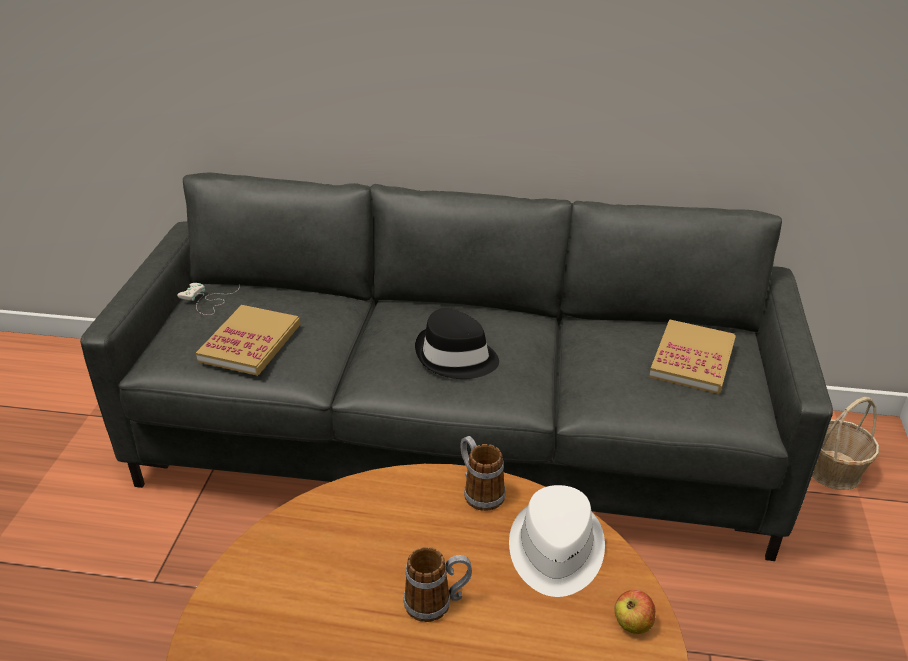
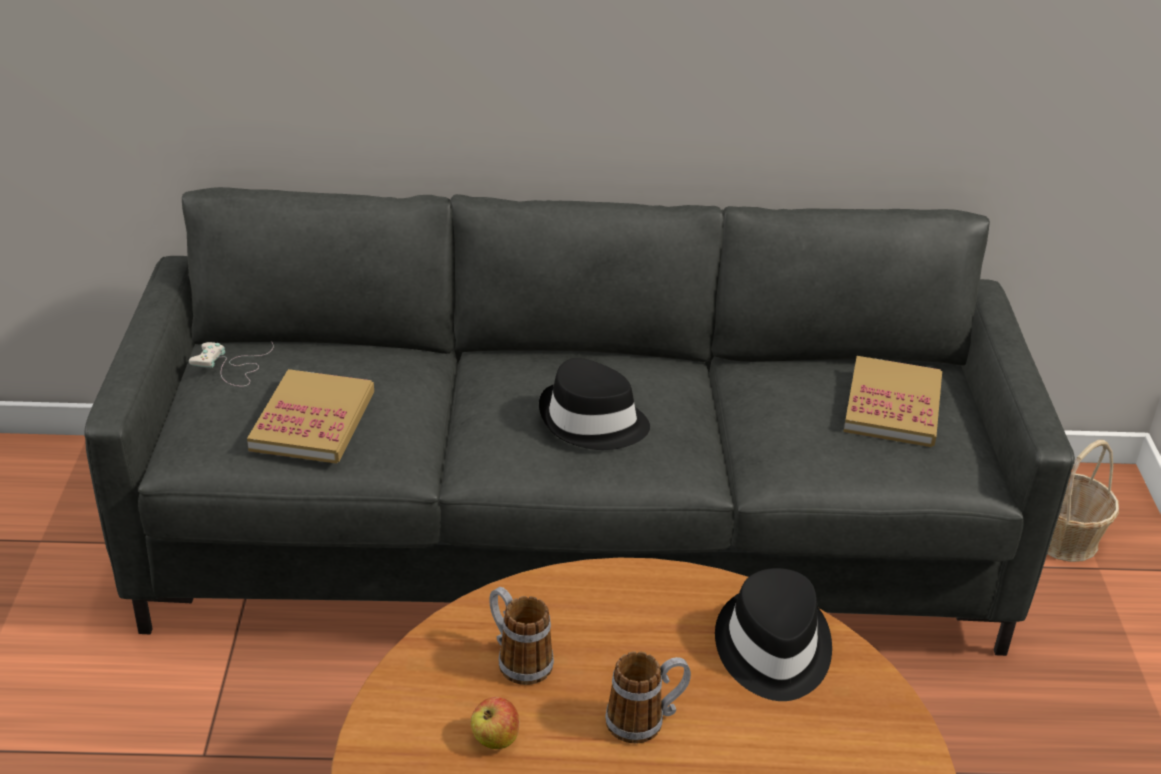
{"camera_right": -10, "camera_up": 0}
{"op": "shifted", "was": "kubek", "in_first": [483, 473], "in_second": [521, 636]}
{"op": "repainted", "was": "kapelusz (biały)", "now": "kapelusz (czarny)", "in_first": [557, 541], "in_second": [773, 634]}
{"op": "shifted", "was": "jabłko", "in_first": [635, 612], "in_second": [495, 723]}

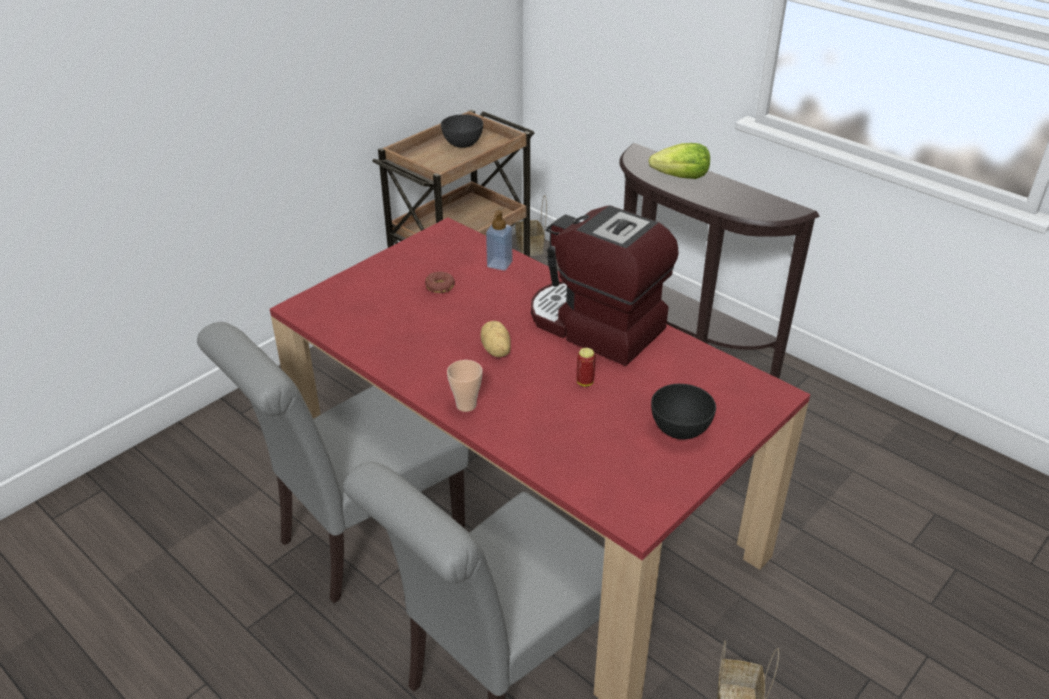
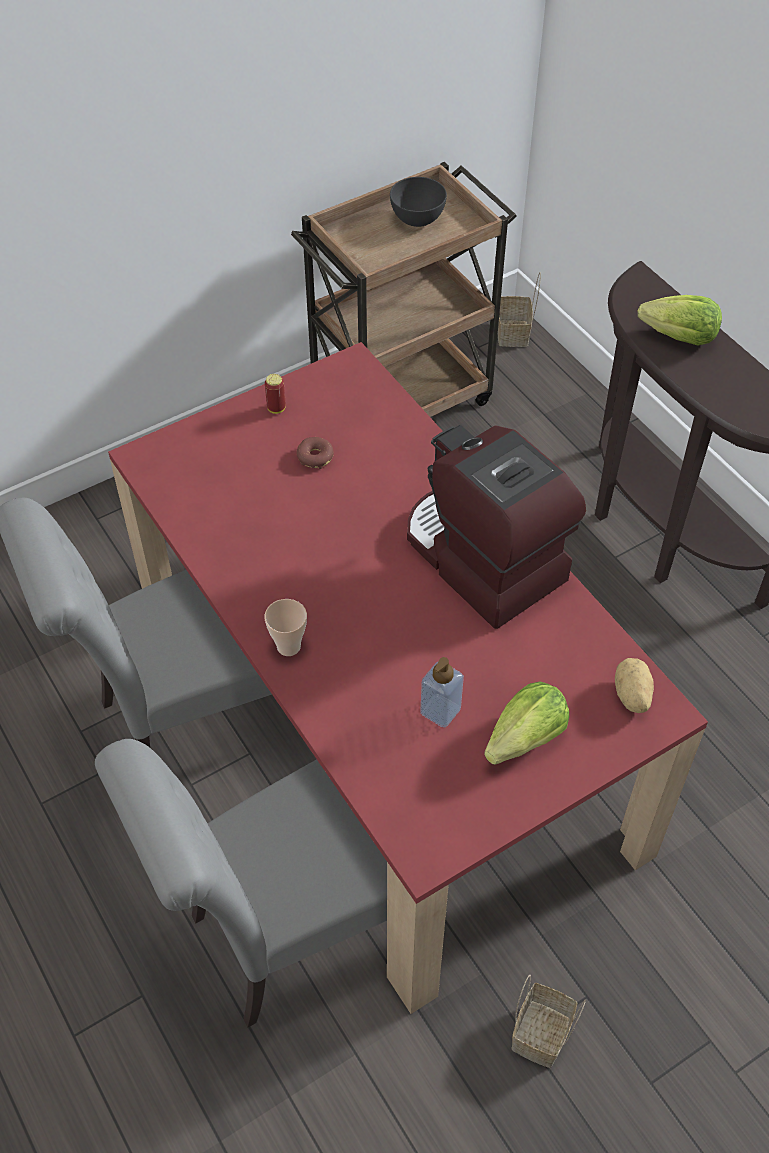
{"camera_right": 15, "camera_up": 15}
{"op": "shifted", "was": "ziemniak", "in_first": [495, 339], "in_second": [634, 685]}
{"op": "shifted", "was": "dozownik mydła", "in_first": [499, 240], "in_second": [442, 692]}
{"op": "shifted", "was": "puszka", "in_first": [586, 367], "in_second": [275, 394]}
{"op": "swapped", "was": "miska (czarny)", "now": "sałata", "in_first": [683, 411], "in_second": [526, 723]}

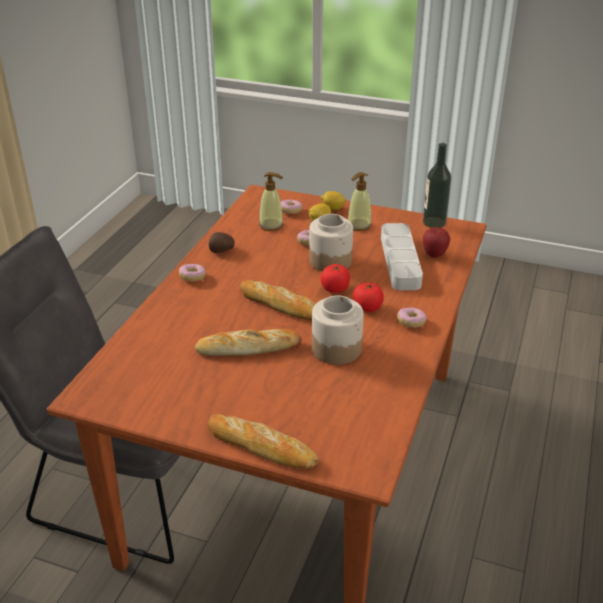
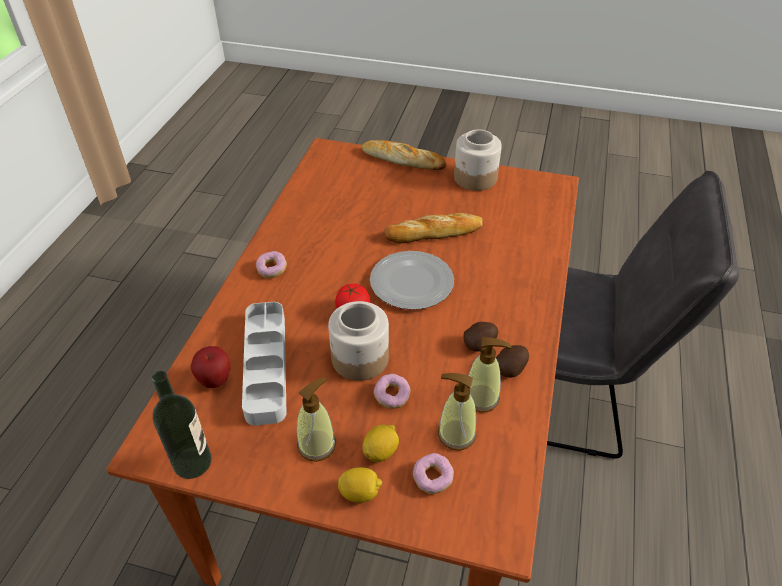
{"camera_right": 175, "camera_up": 10}
{"op": "gone", "was": "donut", "in_first": [192, 273]}
{"op": "swapped", "was": "chleb", "now": "talerz", "in_first": [278, 300], "in_second": [412, 280]}
{"op": "shifted", "was": "słoik", "in_first": [338, 330], "in_second": [478, 160]}
{"op": "gone", "was": "pomidor", "in_first": [368, 297]}
{"op": "new", "now": "ziemniak", "in_second": [480, 337]}
{"op": "new", "now": "dozownik mydła", "in_second": [489, 374]}

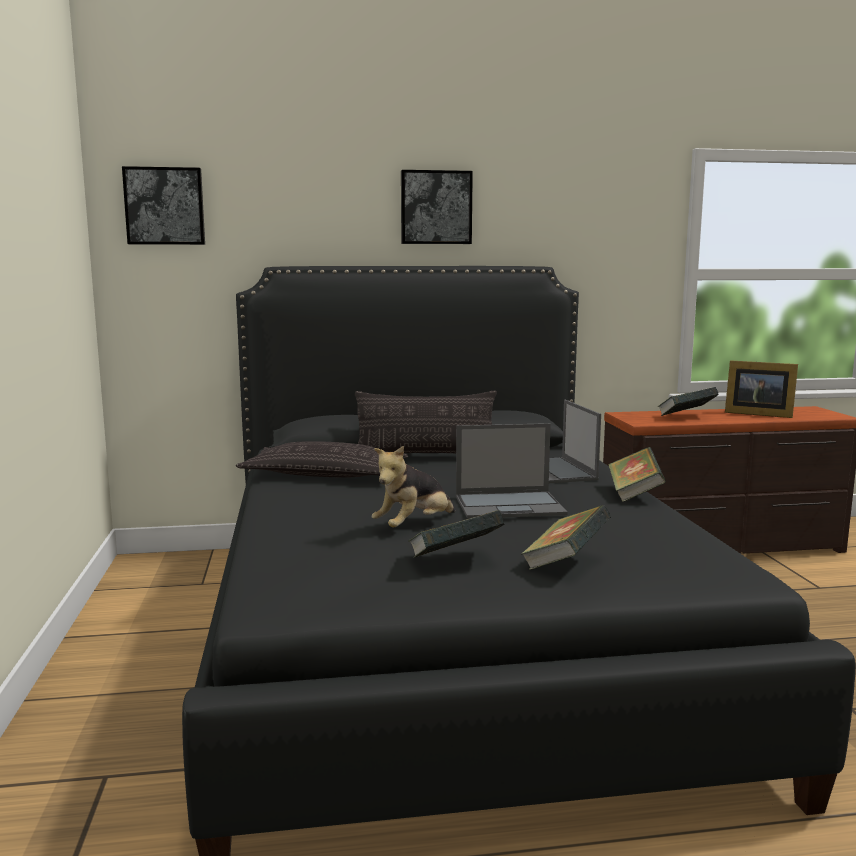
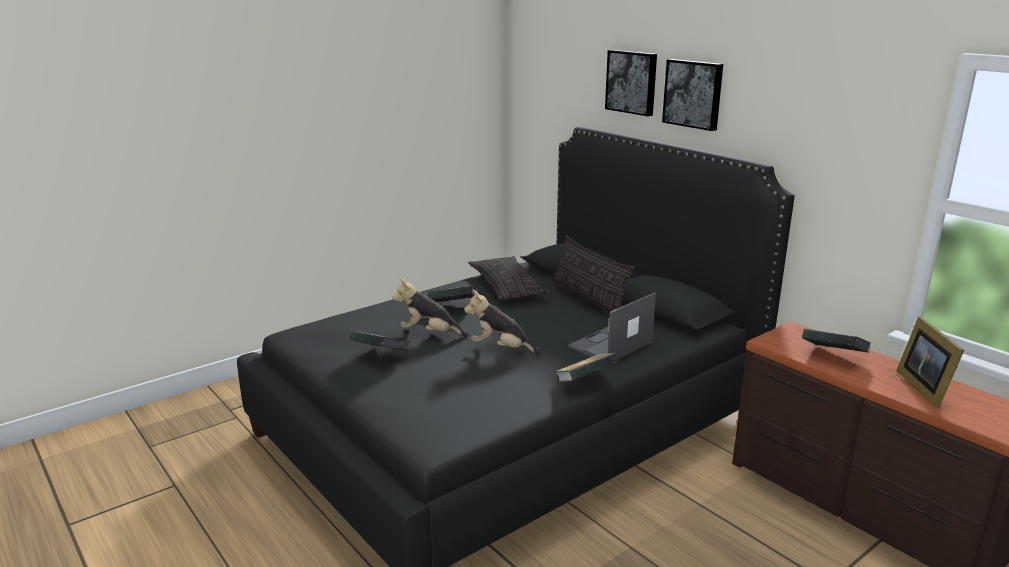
{"camera_right": 60, "camera_up": 10}
{"op": "shifted", "was": "obraz", "in_first": [163, 205], "in_second": [631, 83]}
{"op": "swapped", "was": "laptop", "now": "pluszak", "in_first": [512, 471], "in_second": [503, 322]}
{"op": "shifted", "was": "książka", "in_first": [566, 537], "in_second": [453, 294]}

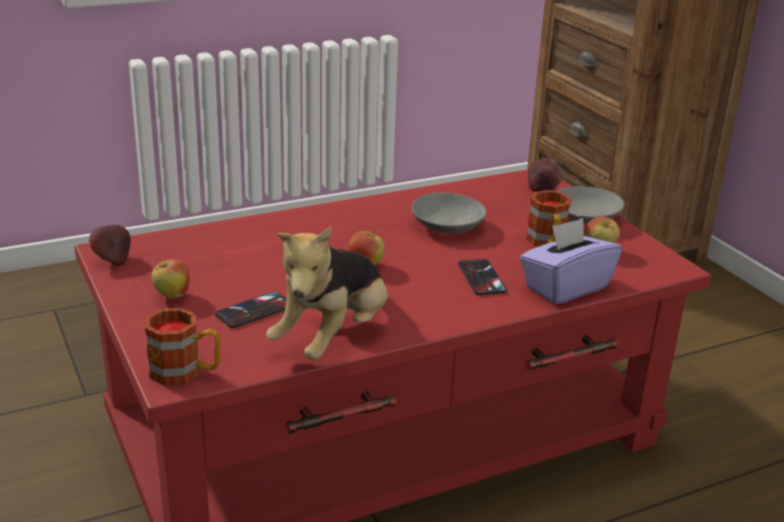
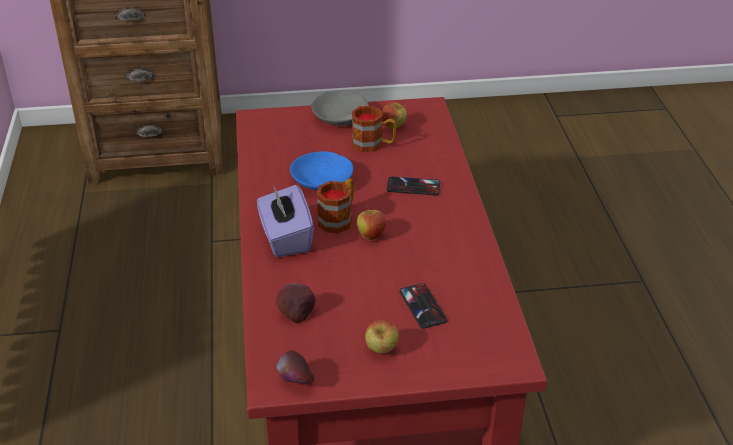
{"camera_right": -70, "camera_up": 10}
{"op": "shifted", "was": "kubek", "in_first": [183, 347], "in_second": [335, 206]}
{"op": "gone", "was": "pluszak", "in_first": [327, 293]}
{"op": "repainted", "was": "miska (szary)", "now": "miska (niebieski)", "in_first": [448, 212], "in_second": [321, 170]}
{"op": "shifted", "was": "pudełko chusteczek (fioletowy)", "in_first": [571, 261], "in_second": [285, 221]}
{"op": "shifted", "was": "jabłko", "in_first": [545, 175], "in_second": [296, 303]}

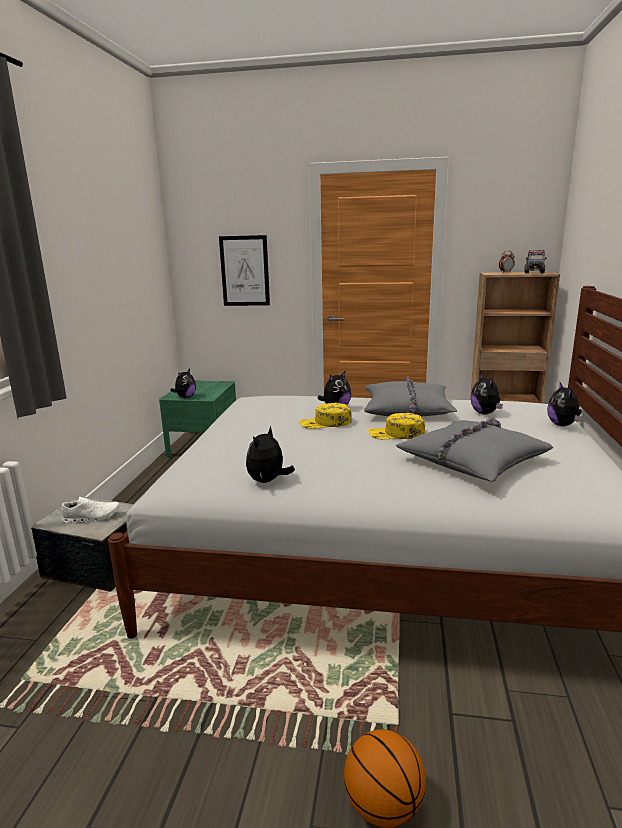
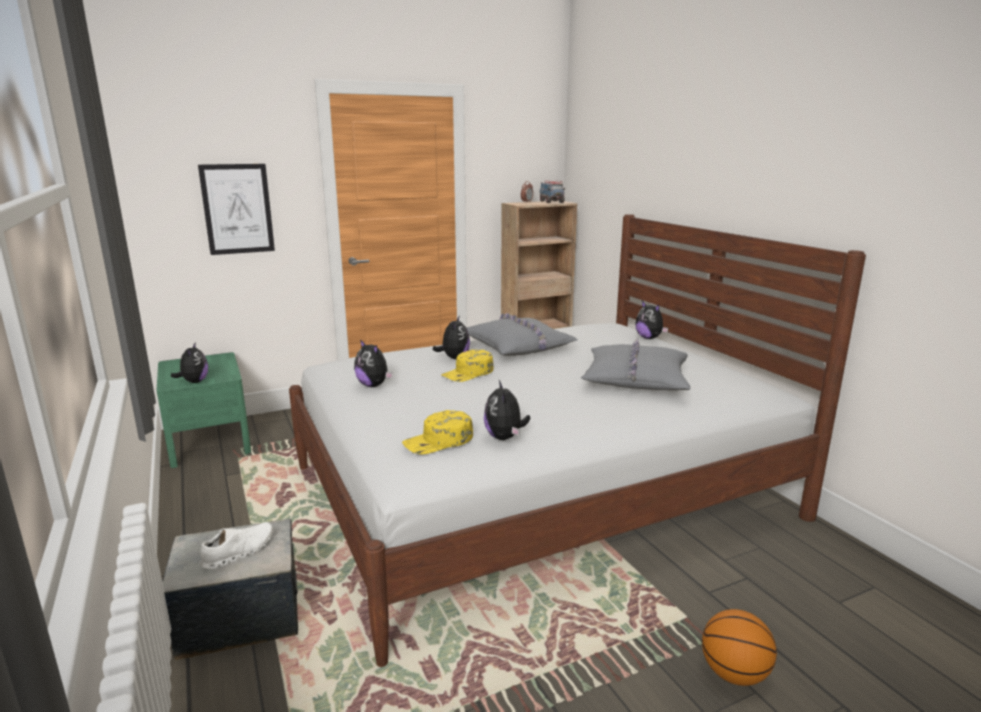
{"camera_right": -35, "camera_up": 0}
{"op": "shifted", "was": "czapka z daszkiem (żółty)", "in_first": [396, 426], "in_second": [437, 432]}
{"op": "shifted", "was": "pluszak", "in_first": [487, 393], "in_second": [373, 363]}

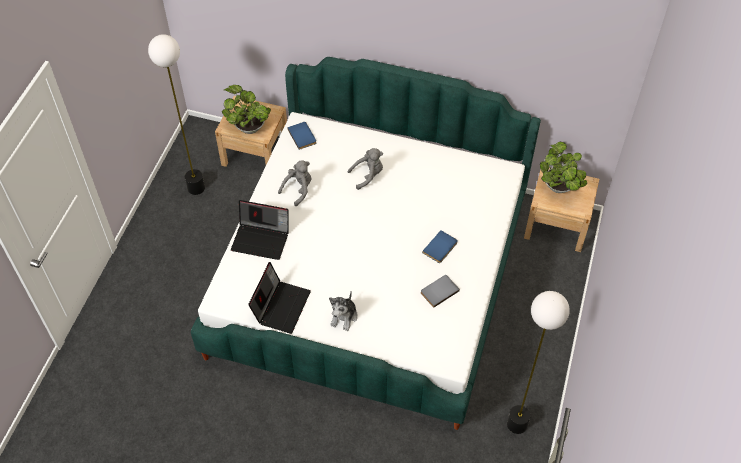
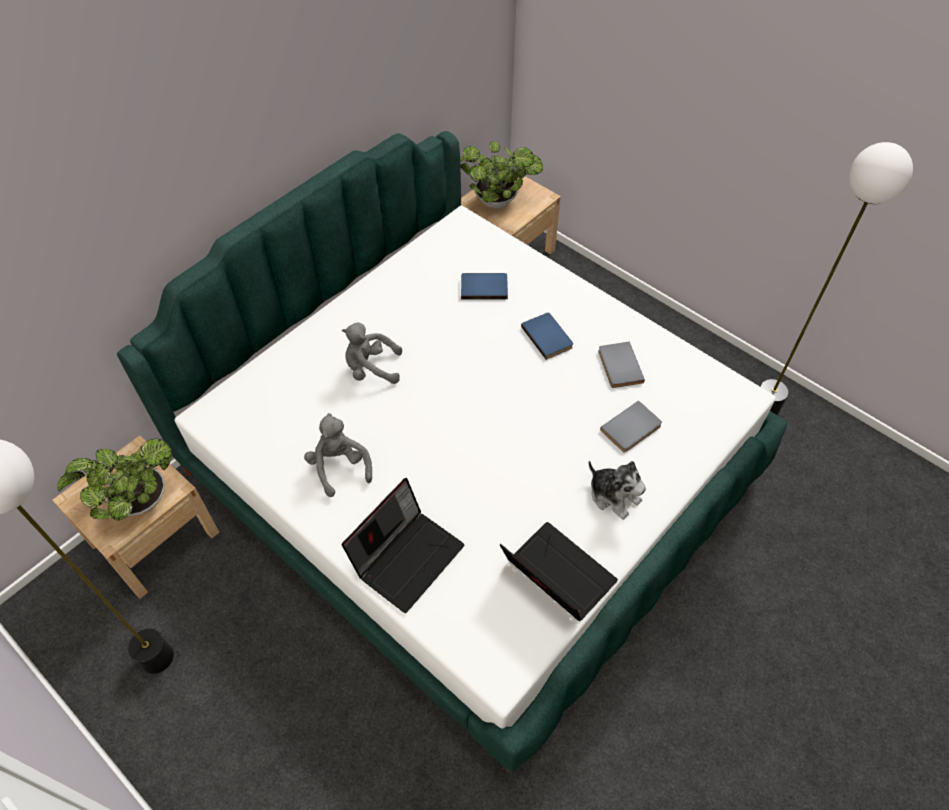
{"camera_right": -65, "camera_up": 0}
{"op": "shifted", "was": "książka (niebieski)", "in_first": [301, 136], "in_second": [484, 286]}
{"op": "rotated", "was": "pluszak (szary)", "in_first": [365, 169], "in_second": [372, 353], "clockwise": -90}
{"op": "new", "now": "książka (szary)", "in_second": [631, 426]}

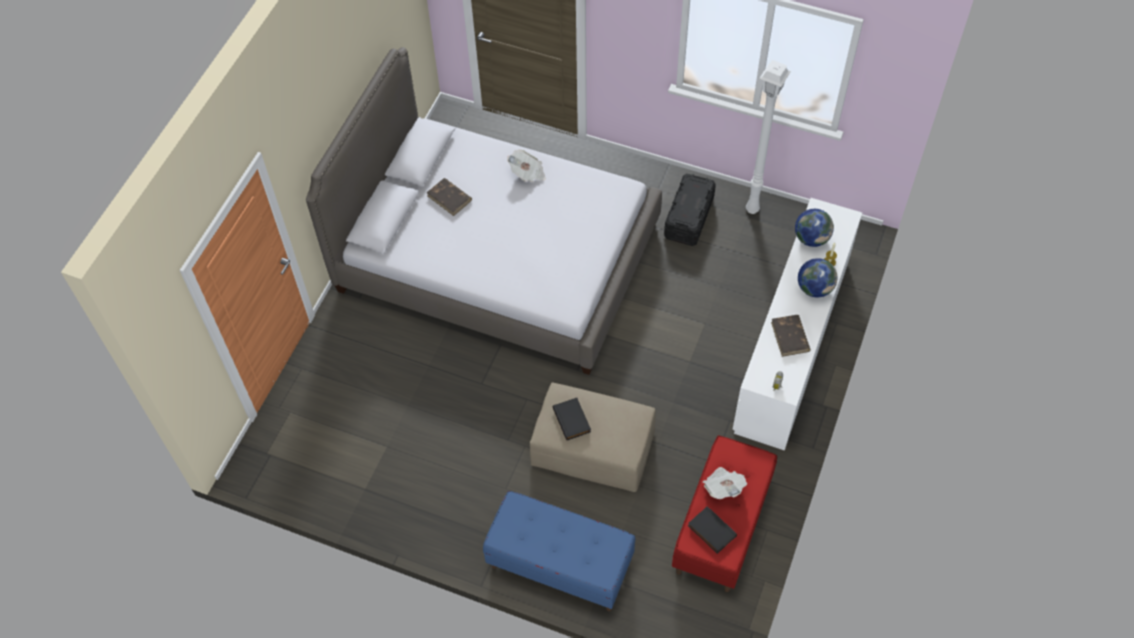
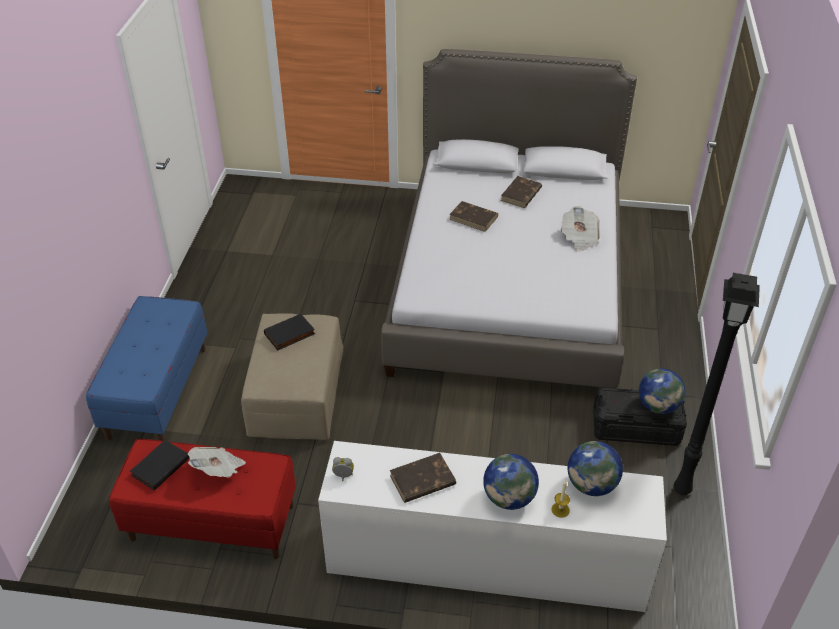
{"camera_right": 75, "camera_up": -15}
{"op": "repainted", "was": "lampa stojąca (biały)", "now": "lampa stojąca (czarny)", "in_first": [768, 137], "in_second": [716, 384]}
{"op": "new", "now": "książka (brązowy)", "in_second": [473, 216]}
{"op": "new", "now": "globus", "in_second": [662, 391]}

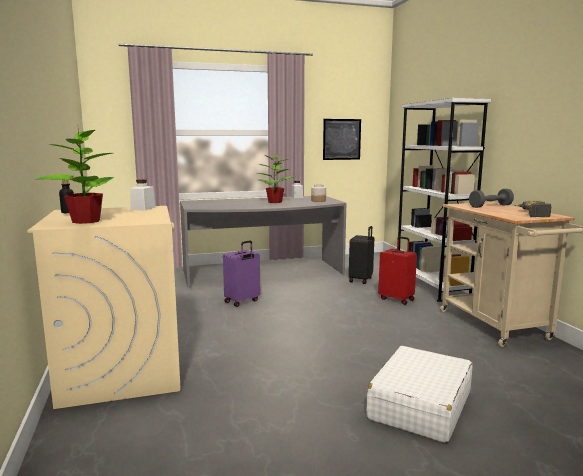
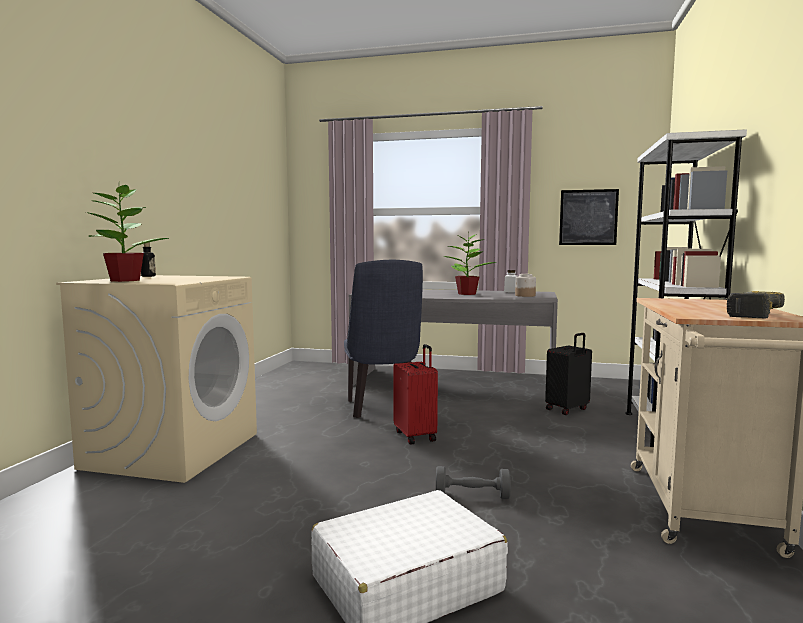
{"camera_right": 30, "camera_up": -5}
{"op": "gone", "was": "słoik (biały)", "in_first": [143, 194]}
{"op": "swapped", "was": "walizka (fioletowy)", "now": "krzesło (niebieski)", "in_first": [241, 273], "in_second": [383, 339]}
{"op": "shifted", "was": "walizka (czerwony)", "in_first": [397, 270], "in_second": [415, 394]}
{"op": "shifted", "was": "hantel (szary)", "in_first": [491, 198], "in_second": [473, 482]}

